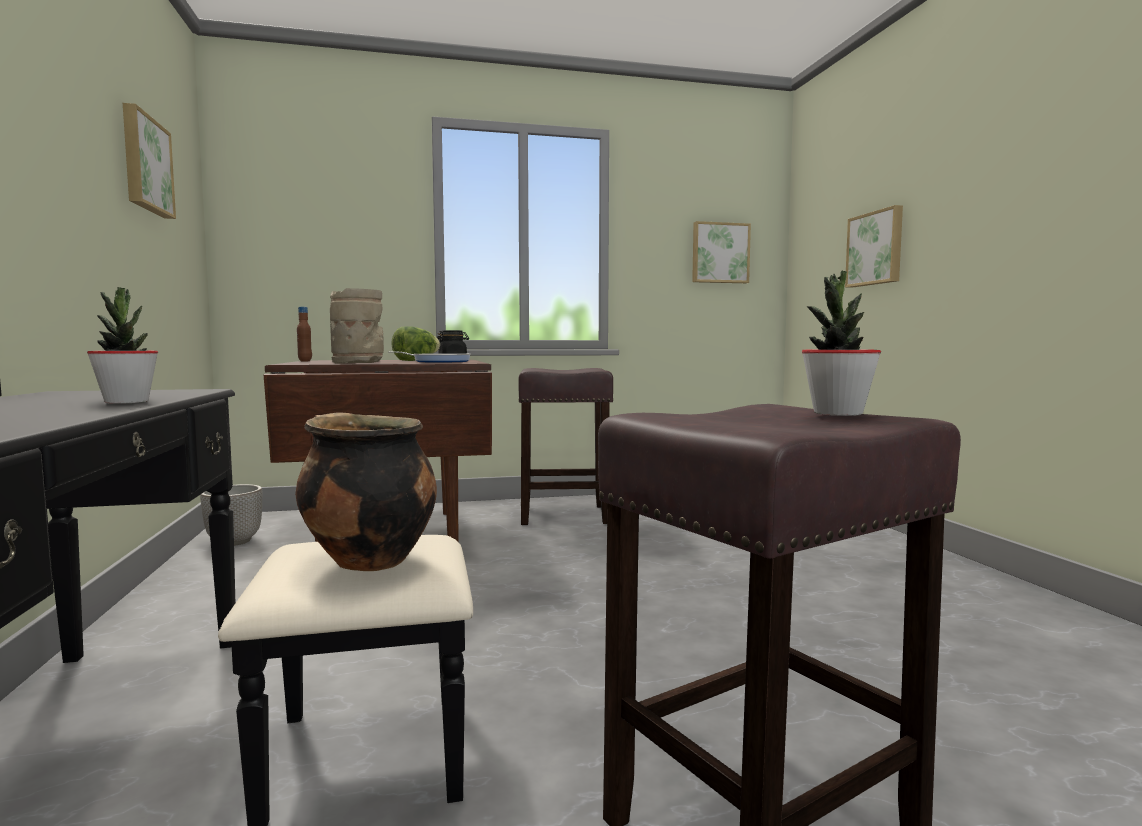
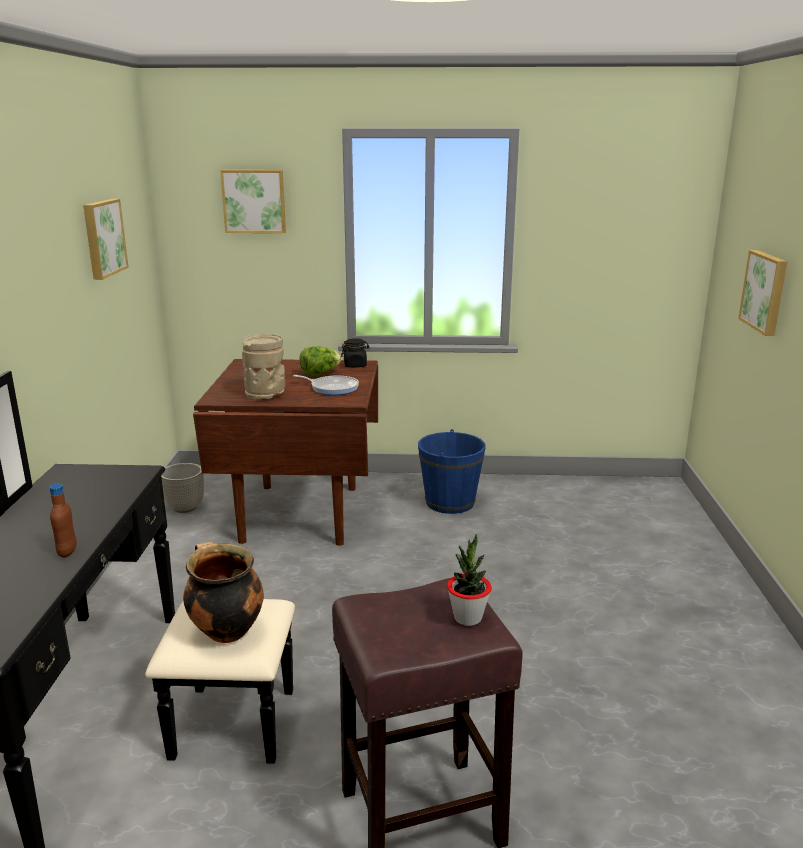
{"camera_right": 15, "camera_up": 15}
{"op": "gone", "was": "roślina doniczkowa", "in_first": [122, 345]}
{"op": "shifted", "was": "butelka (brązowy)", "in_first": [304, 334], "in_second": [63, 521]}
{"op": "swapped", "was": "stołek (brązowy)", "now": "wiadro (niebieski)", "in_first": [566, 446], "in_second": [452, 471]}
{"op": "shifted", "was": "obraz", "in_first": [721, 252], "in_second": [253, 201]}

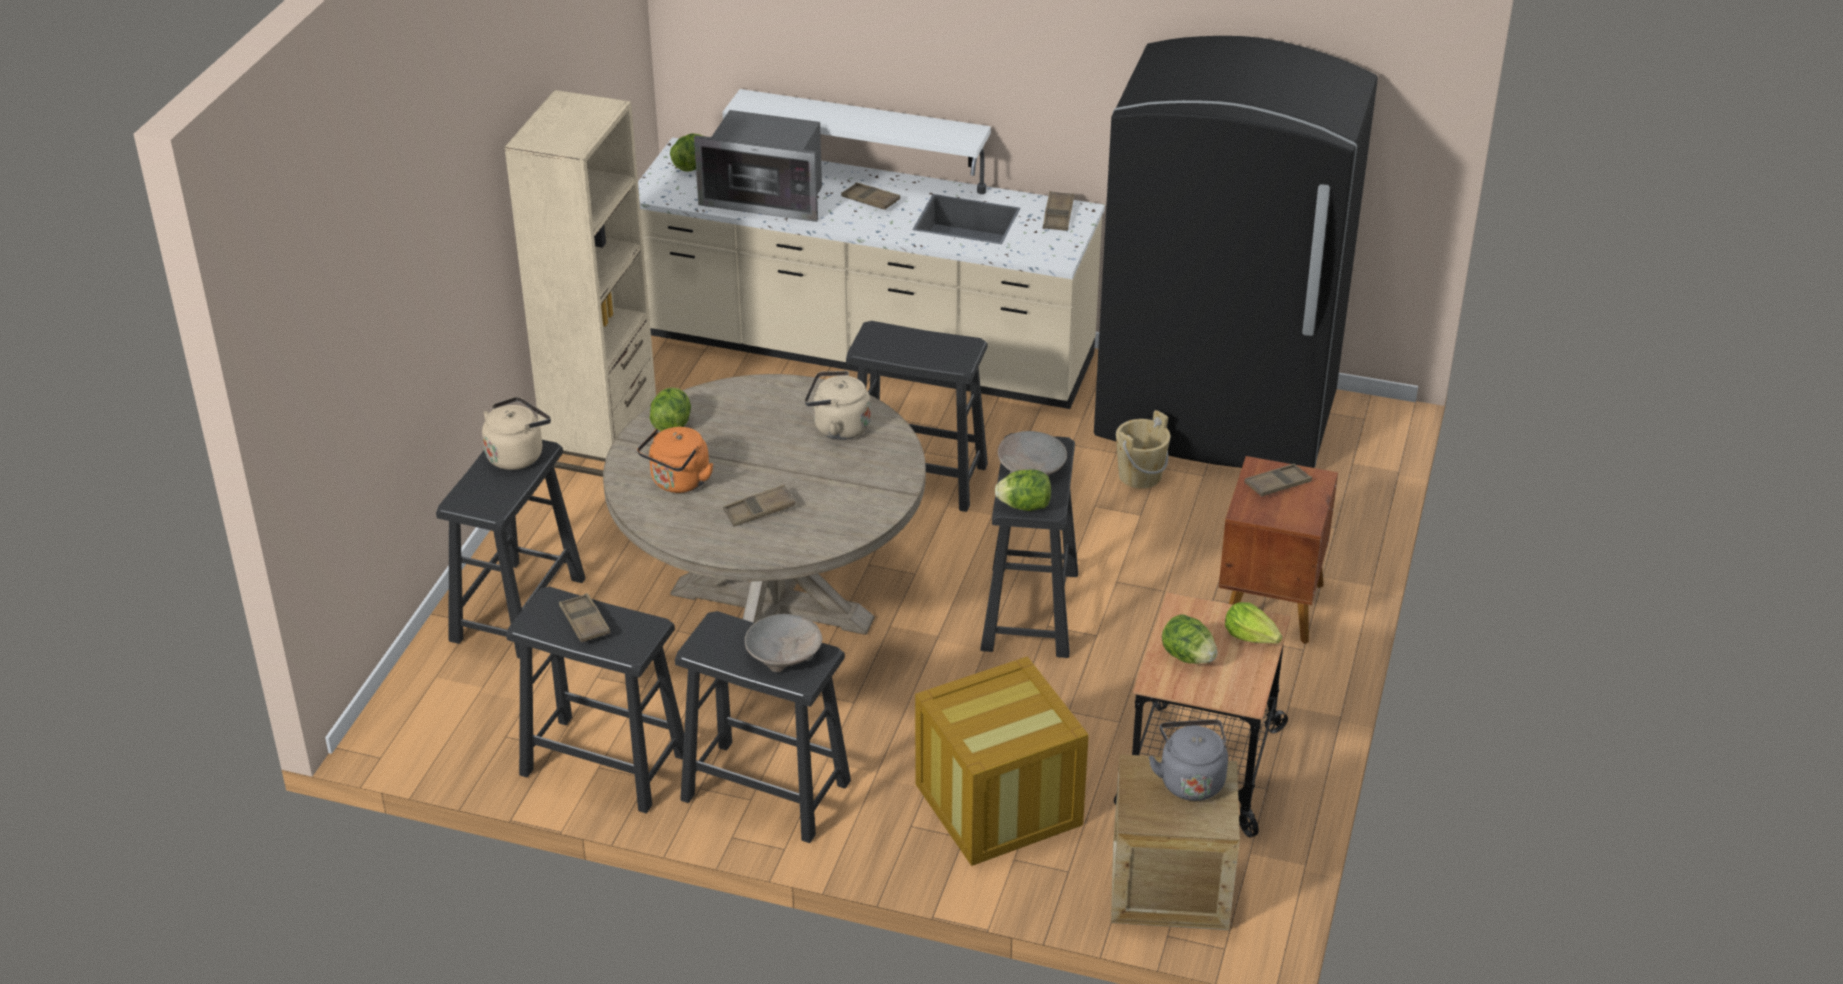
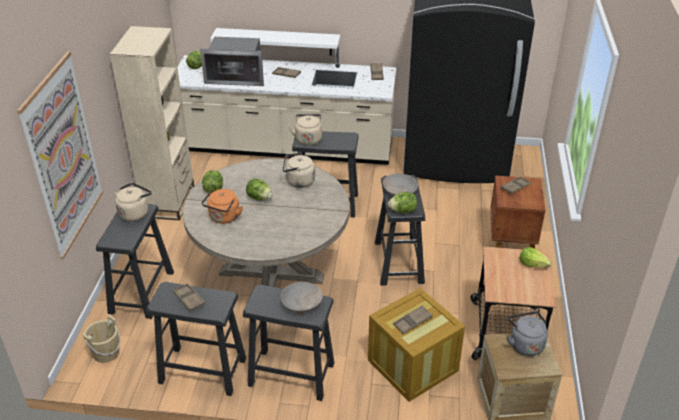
{"camera_right": -10, "camera_up": 0}
{"op": "shifted", "was": "taca (brązowy)", "in_first": [759, 506], "in_second": [413, 319]}
{"op": "shifted", "was": "wiadro (beżowy)", "in_first": [1143, 449], "in_second": [101, 339]}
{"op": "shifted", "was": "sałata", "in_first": [1189, 639], "in_second": [259, 189]}
{"op": "new", "now": "obraz", "in_second": [60, 155]}
{"op": "new", "now": "czajnik (beżowy)", "in_second": [305, 129]}

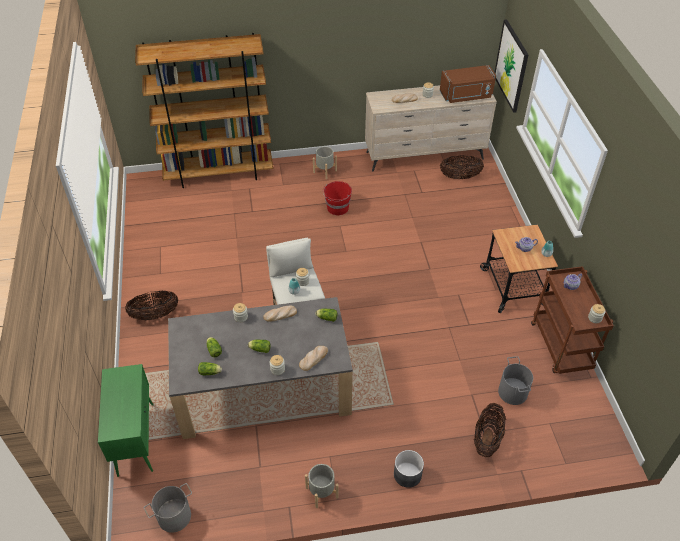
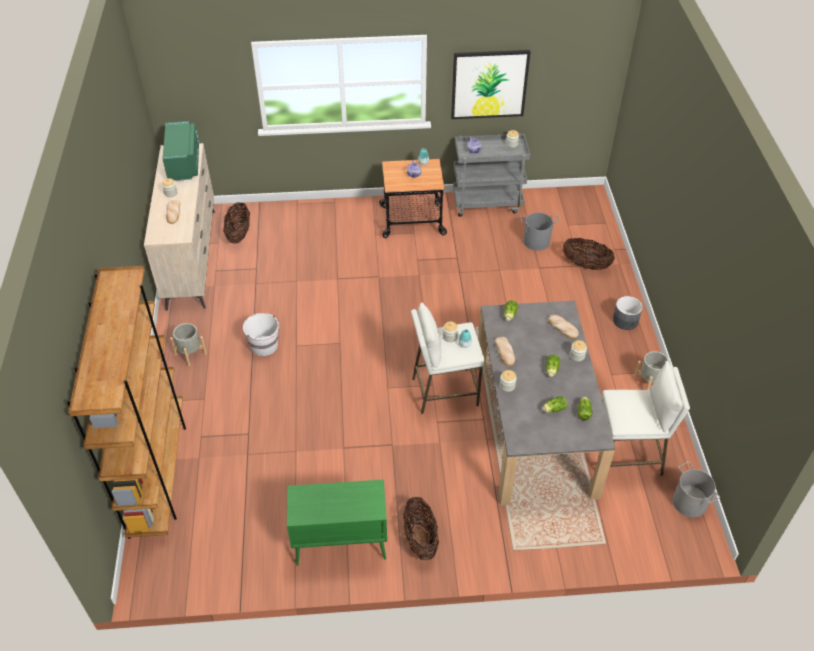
{"camera_right": -85, "camera_up": 0}
{"op": "shifted", "was": "szafka (zielony)", "in_first": [126, 420], "in_second": [337, 523]}
{"op": "repainted", "was": "wiadro (czerwony)", "now": "wiadro (biały)", "in_first": [337, 198], "in_second": [261, 334]}
{"op": "repainted", "was": "mikrofalówka (brązowy)", "now": "mikrofalówka (zielony)", "in_first": [468, 84], "in_second": [181, 151]}
{"op": "shifted", "was": "obraz", "in_first": [511, 66], "in_second": [490, 84]}
{"op": "repainted", "was": "wózek (brązowy)", "now": "wózek (szary)", "in_first": [572, 320], "in_second": [491, 175]}
{"op": "new", "now": "stołek (biały)", "in_second": [646, 418]}

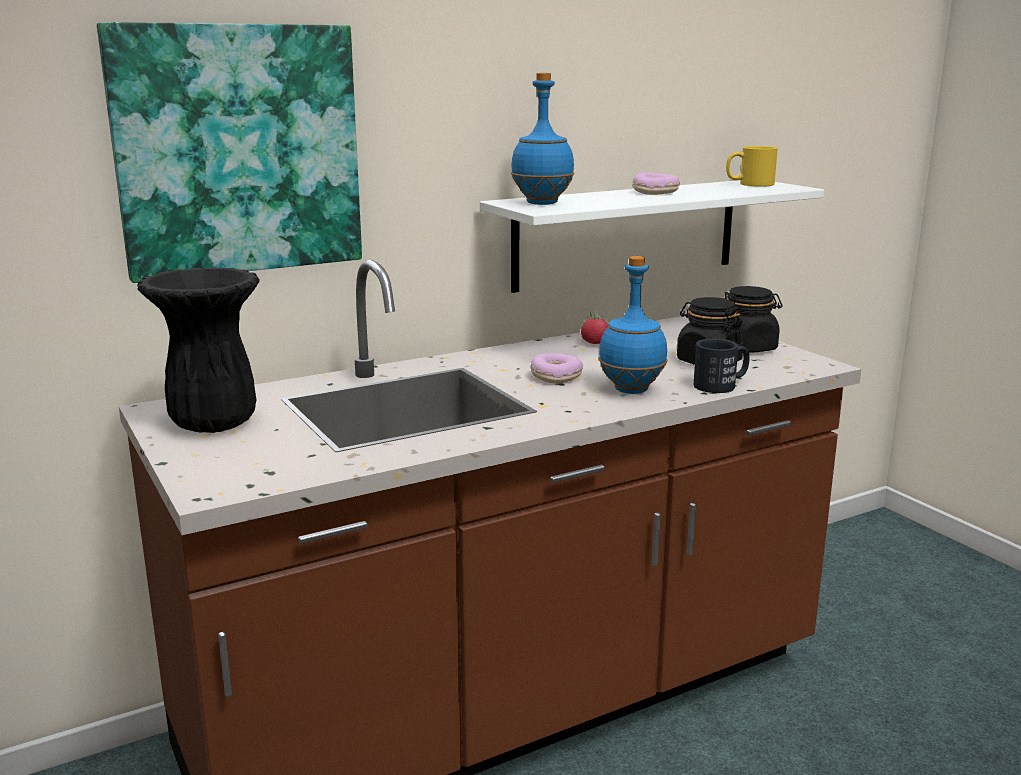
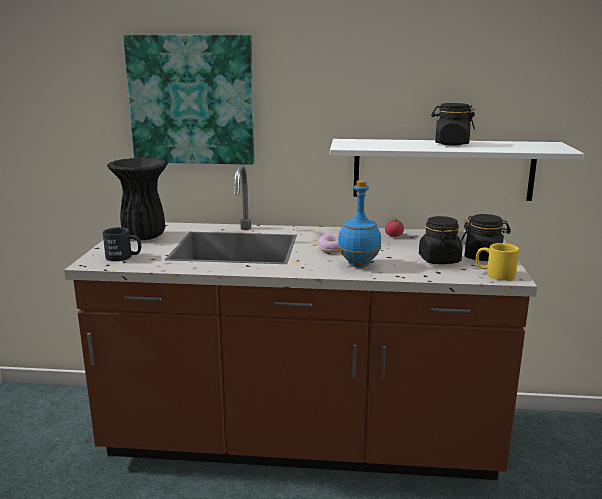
{"camera_right": 35, "camera_up": 0}
{"op": "gone", "was": "butelka (niebieski)", "in_first": [542, 139]}
{"op": "swapped", "was": "donut", "now": "słoik (czarny)", "in_first": [656, 183], "in_second": [453, 124]}
{"op": "shifted", "was": "kubek (czarny)", "in_first": [721, 366], "in_second": [122, 244]}
{"op": "shifted", "was": "kubek (żółty)", "in_first": [752, 166], "in_second": [497, 262]}

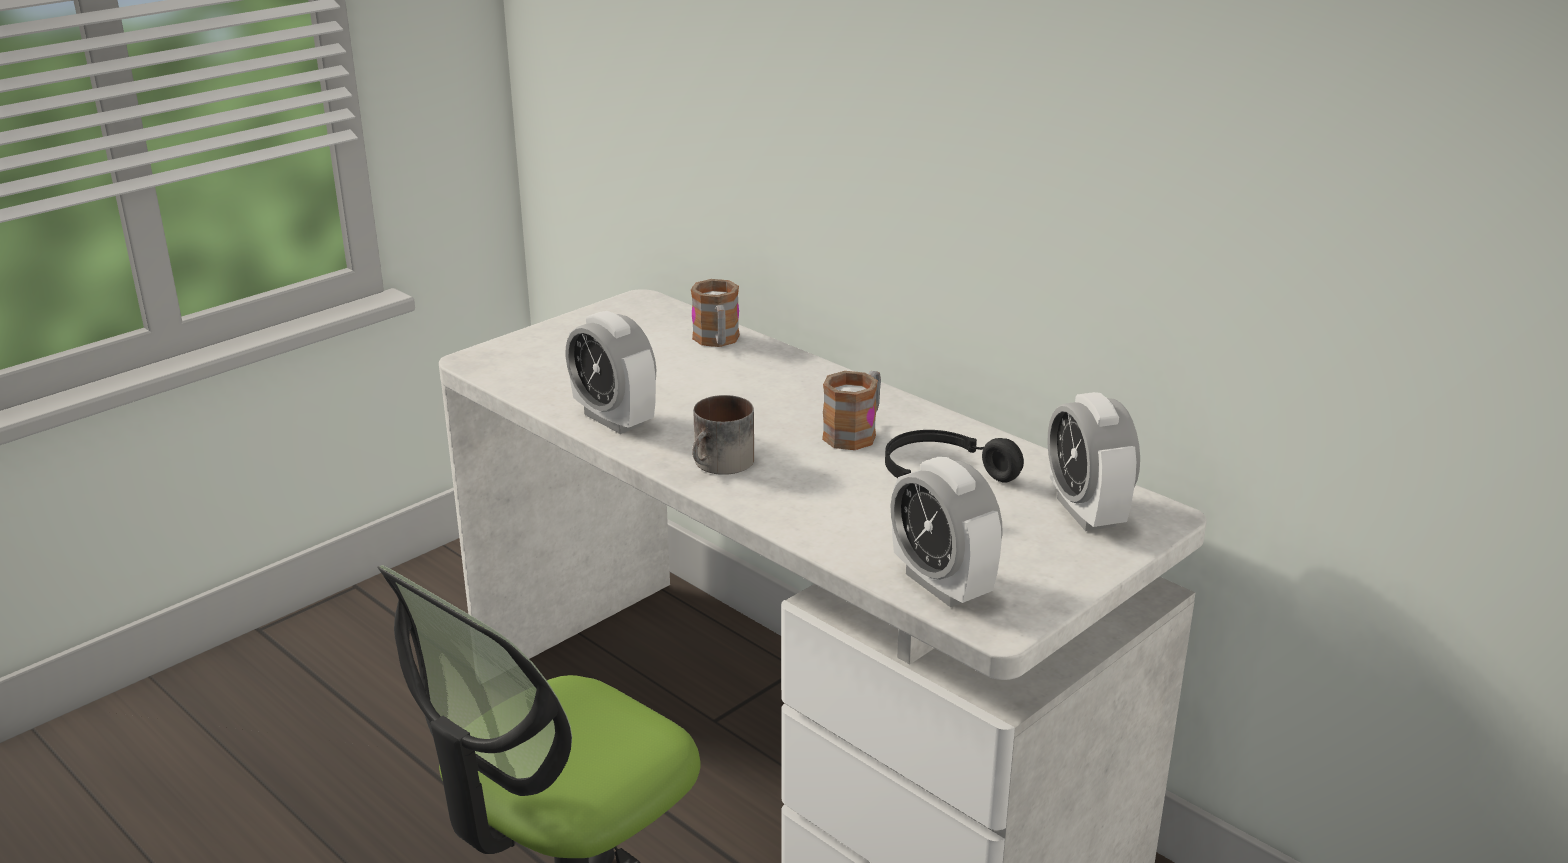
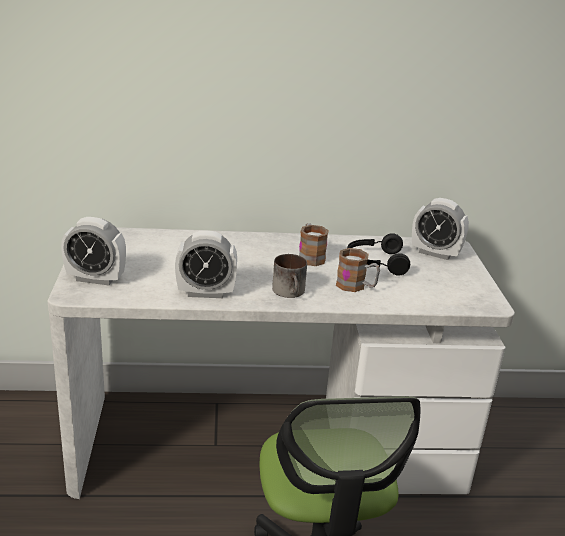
{"camera_right": -50, "camera_up": 0}
{"op": "shifted", "was": "kubek", "in_first": [715, 313], "in_second": [358, 270]}
{"op": "shifted", "was": "budzik", "in_first": [947, 532], "in_second": [93, 251]}

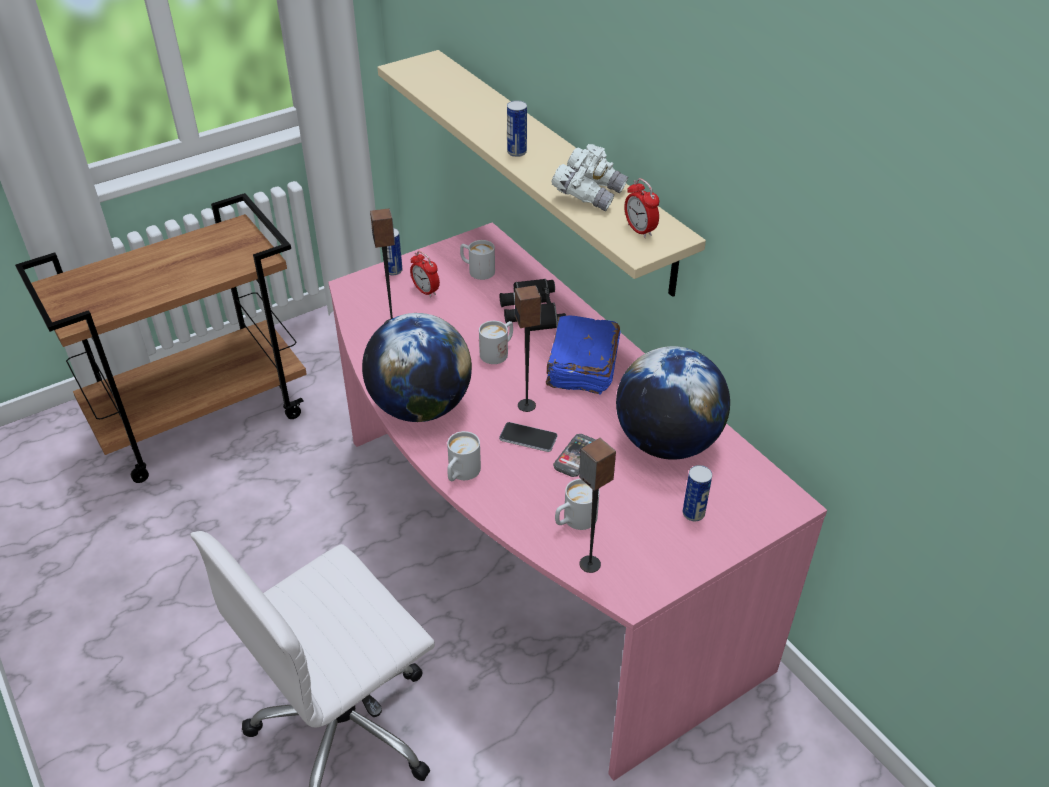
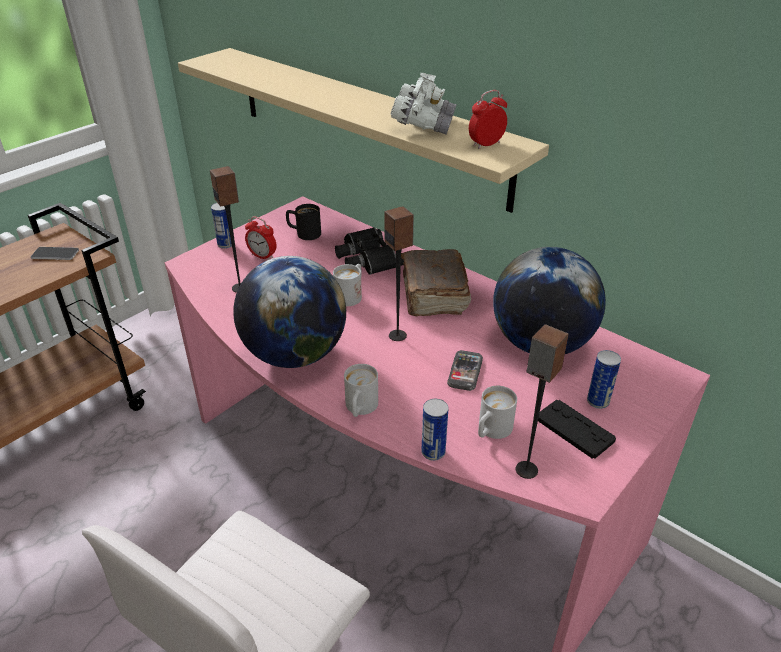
{"camera_right": -15, "camera_up": -5}
{"op": "repainted", "was": "kubek (biały)", "now": "kubek (czarny)", "in_first": [477, 260], "in_second": [303, 222]}
{"op": "shifted", "was": "telefon", "in_first": [528, 437], "in_second": [55, 253]}
{"op": "shifted", "was": "puszka", "in_first": [517, 129], "in_second": [435, 430]}
{"op": "repainted", "was": "książka (niebieski)", "now": "książka (brązowy)", "in_first": [583, 355], "in_second": [436, 282]}
{"op": "rotated", "was": "budzik", "in_first": [641, 208], "in_second": [488, 119], "clockwise": 105}
{"op": "new", "now": "pad do gier (czarny)", "in_second": [577, 429]}

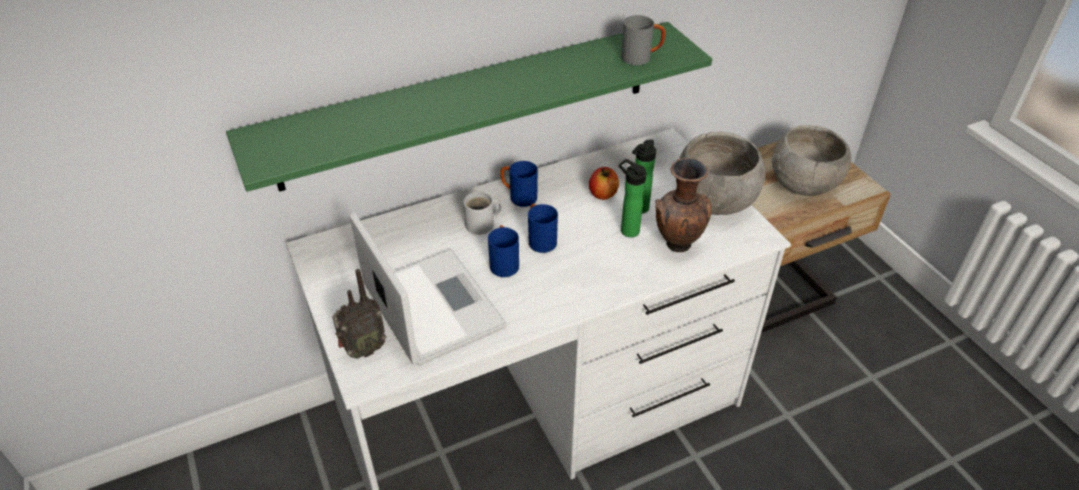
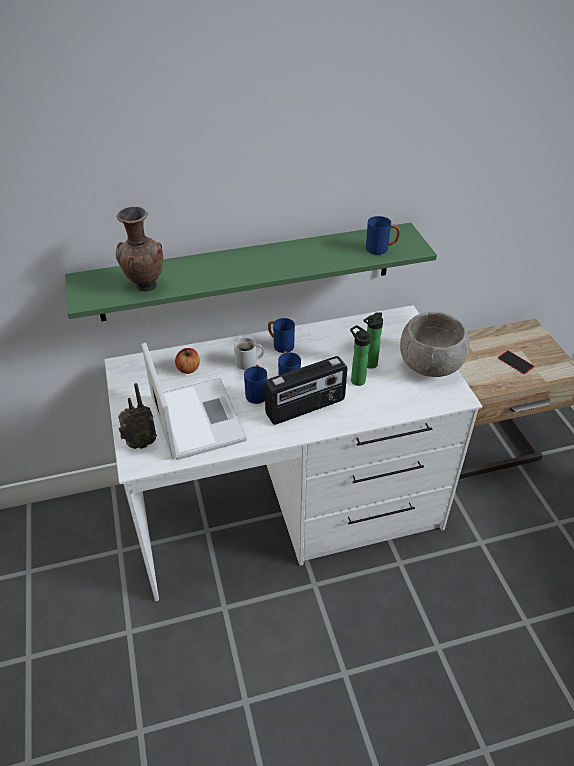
{"camera_right": 10, "camera_up": 0}
{"op": "shifted", "was": "jabłko", "in_first": [604, 183], "in_second": [187, 361]}
{"op": "repainted", "was": "kubek (szary)", "now": "kubek (niebieski)", "in_first": [643, 40], "in_second": [383, 235]}
{"op": "shifted", "was": "wazon (brązowy)", "in_first": [683, 205], "in_second": [139, 248]}
{"op": "swapped", "was": "miska (szary)", "now": "telefon", "in_first": [811, 160], "in_second": [516, 362]}
{"op": "new", "now": "radio", "in_second": [306, 390]}

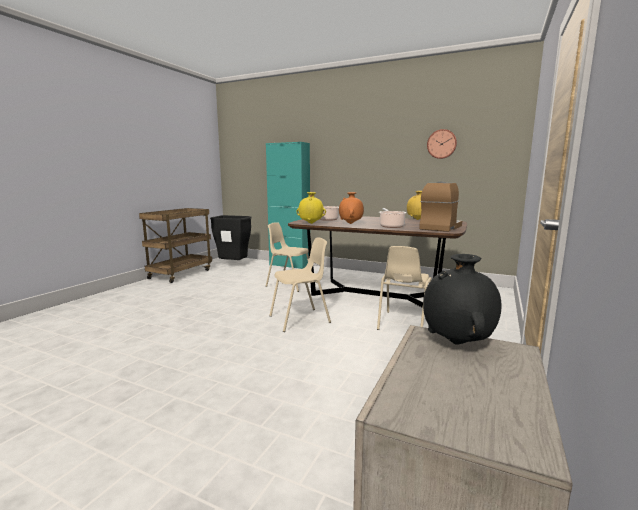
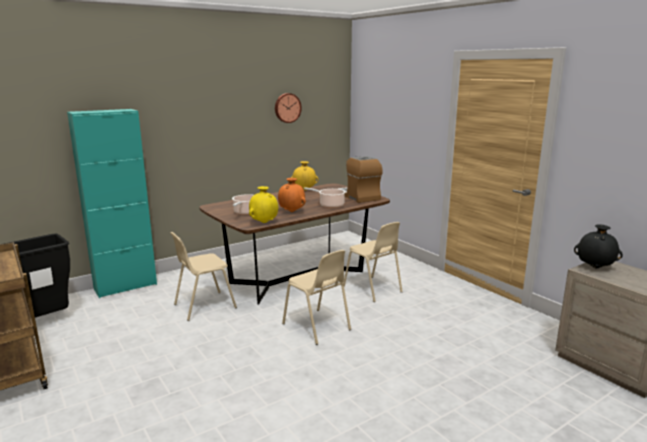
{"camera_right": -60, "camera_up": 5}
{"op": "rotated", "was": "krzesło (beżowy)", "in_first": [300, 284], "in_second": [316, 297], "clockwise": 135}

